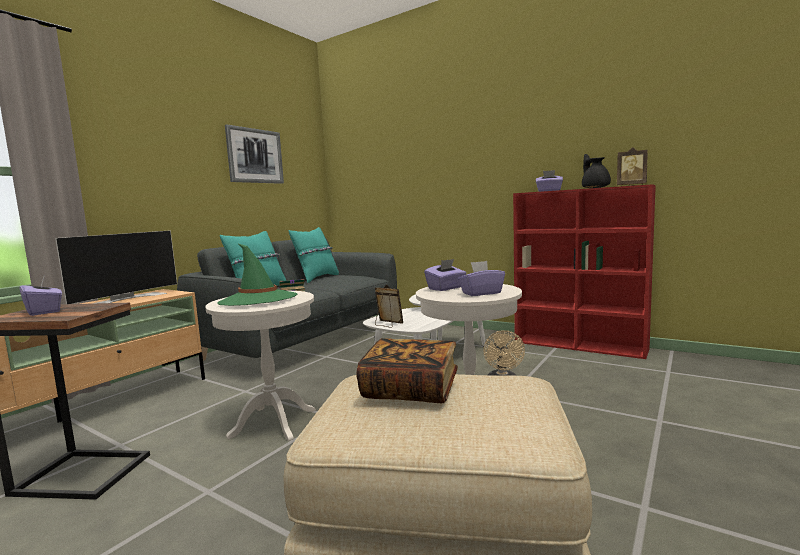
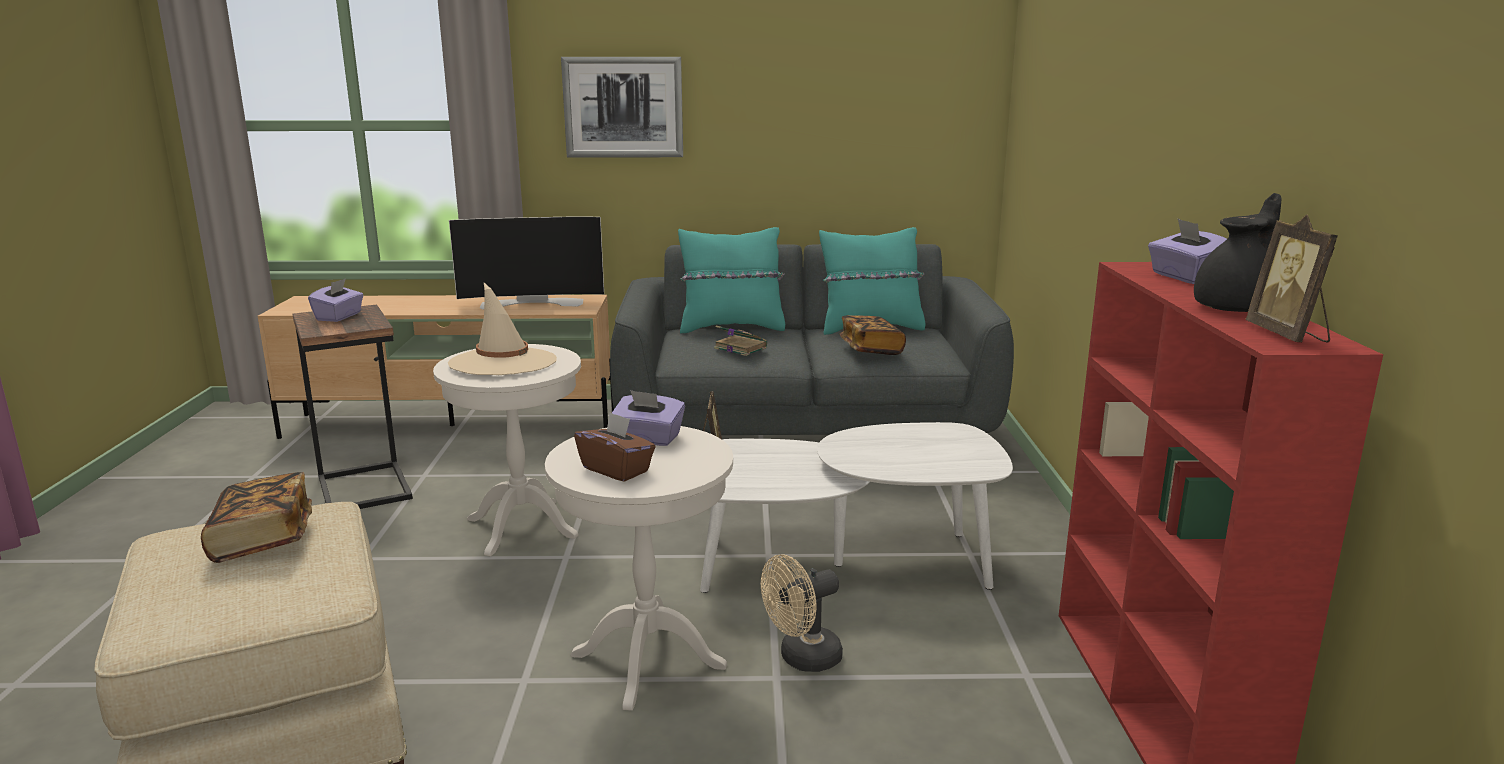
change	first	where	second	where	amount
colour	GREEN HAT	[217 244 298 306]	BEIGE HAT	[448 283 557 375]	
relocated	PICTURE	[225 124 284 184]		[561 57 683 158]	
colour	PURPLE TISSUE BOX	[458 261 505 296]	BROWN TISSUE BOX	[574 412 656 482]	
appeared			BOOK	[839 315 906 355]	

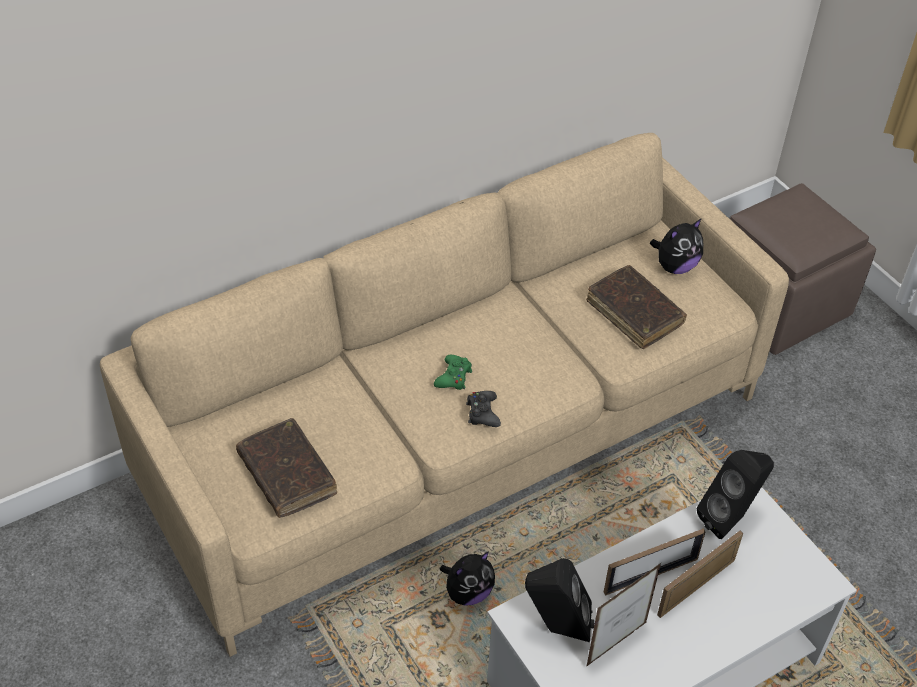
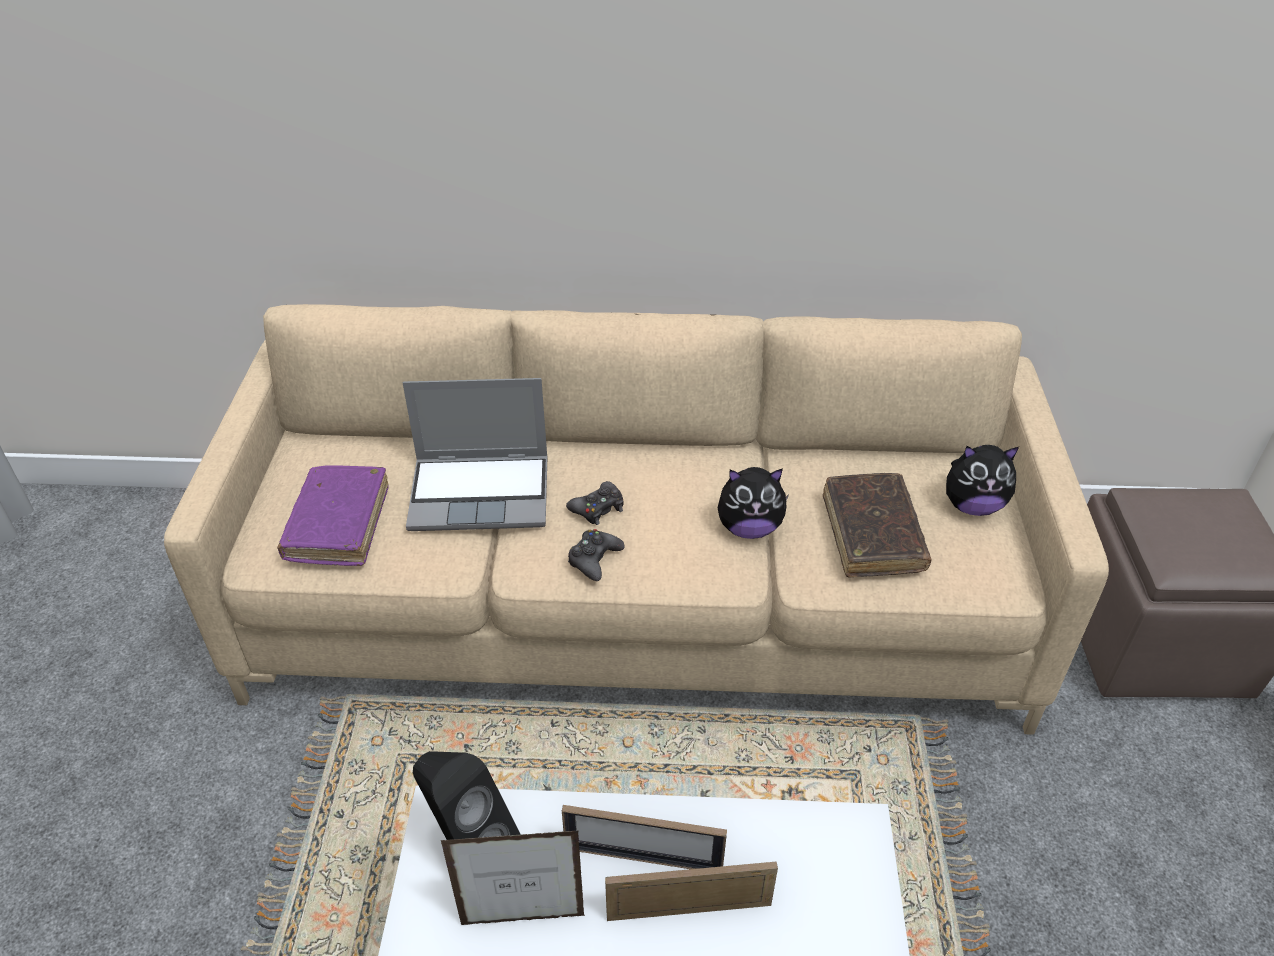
change	first	where	second	where	amount
colour	BROWN BOOK	[236 418 337 518]	PURPLE BOOK	[277 465 389 566]	
appeared			LAPTOP	[403 378 547 531]	
colour	GREEN GAME CONTROLLER	[434 355 472 390]	BLACK GAME CONTROLLER	[566 481 624 525]	
relocated	PLUSH TOY	[440 551 495 606]		[718 467 789 539]	
missing	BLACK SPEAKER	[697 450 774 539]			

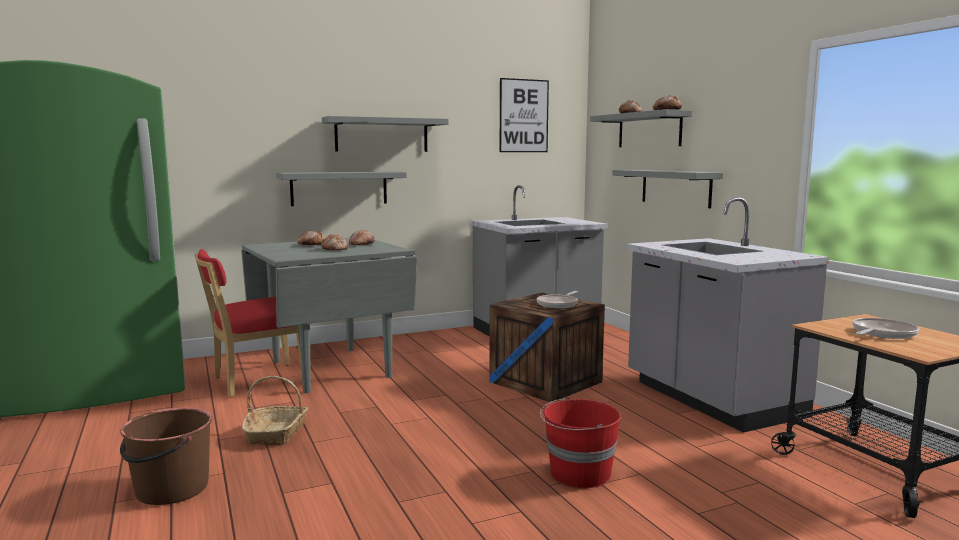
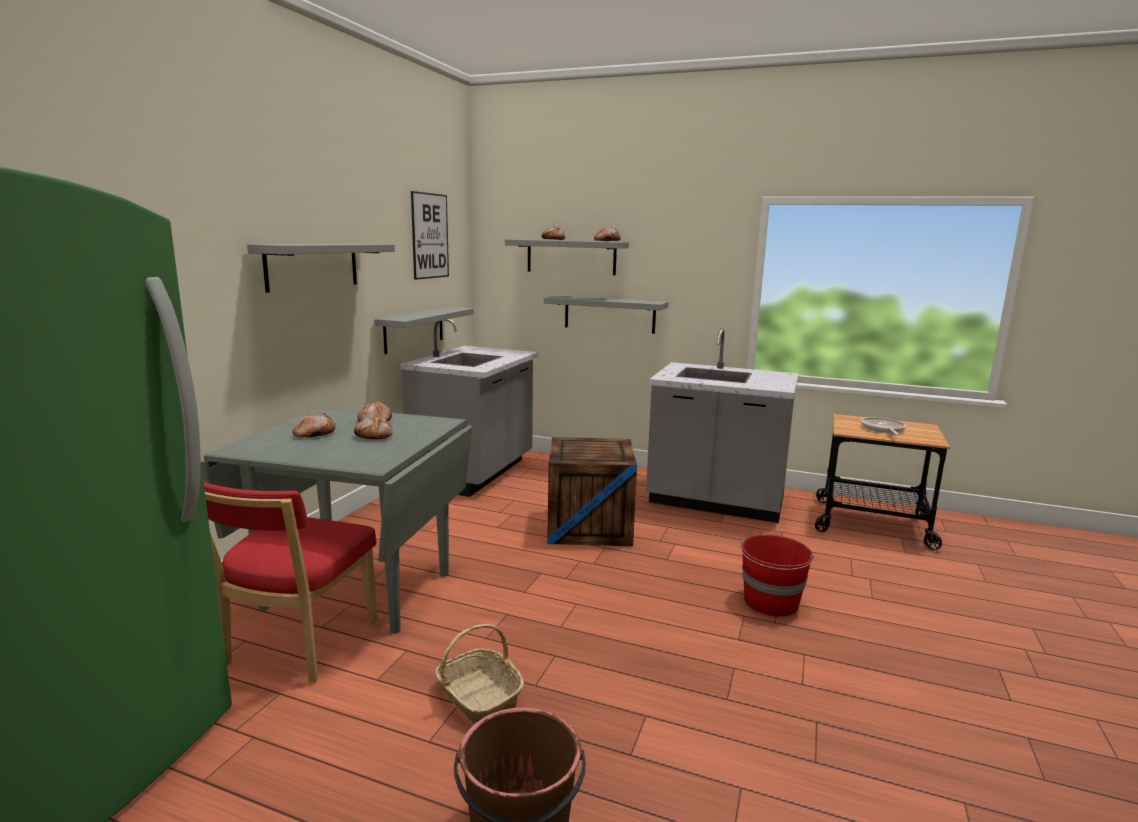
change	first	where	second	where	amount
relocated	GREY SHELF	[276 171 407 206]		[374 307 474 354]	
missing	FRYING PAN	[537 291 578 308]			

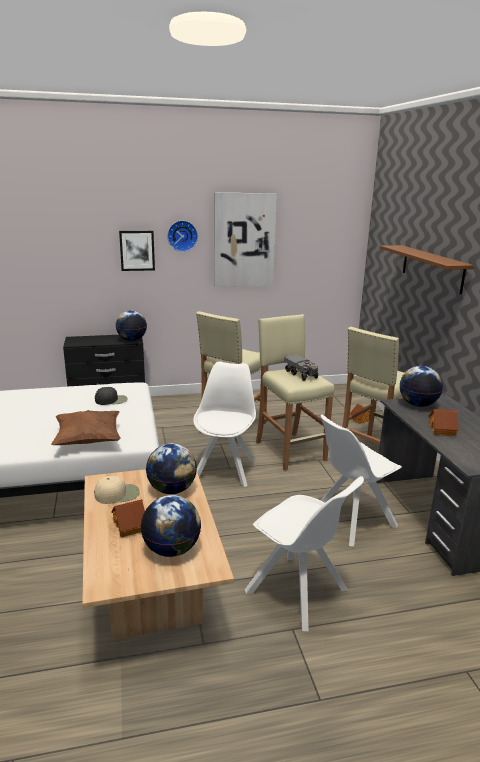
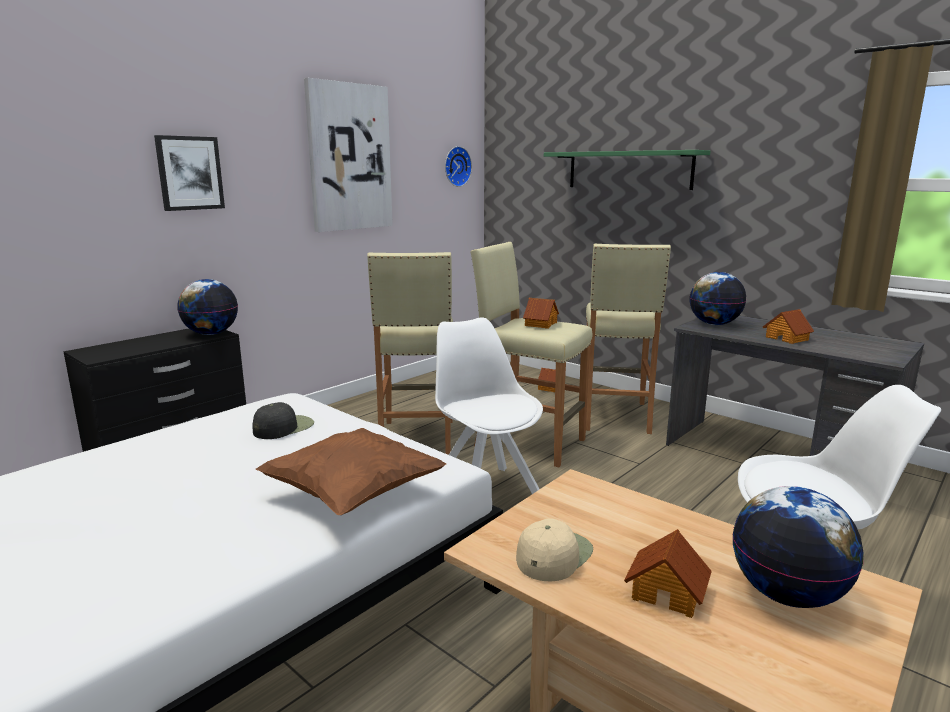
change	first	where	second	where	amount
relocated	WALL CLOCK	[167 220 198 252]		[445 146 472 187]	
exchanged	TOY TRUCK	[284 354 319 381]	TOY HOUSE	[523 298 559 329]	
colour	BROWN SHELF	[380 245 474 294]	GREEN SHELF	[544 150 710 190]	
missing	GLOBE	[146 444 197 494]			
missing	WHITE CHAIR	[321 414 402 547]			

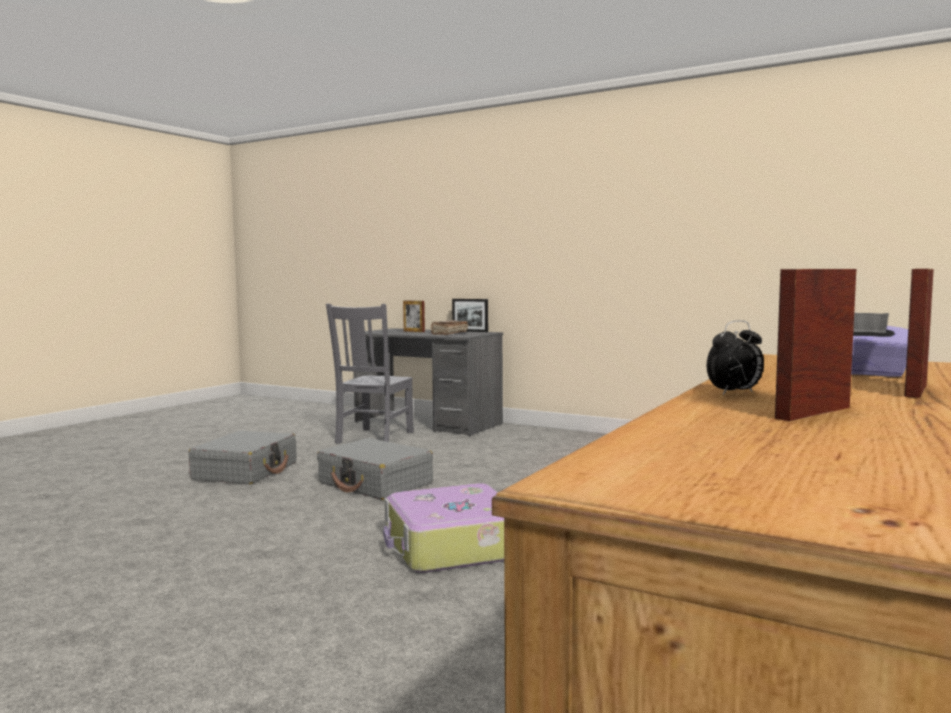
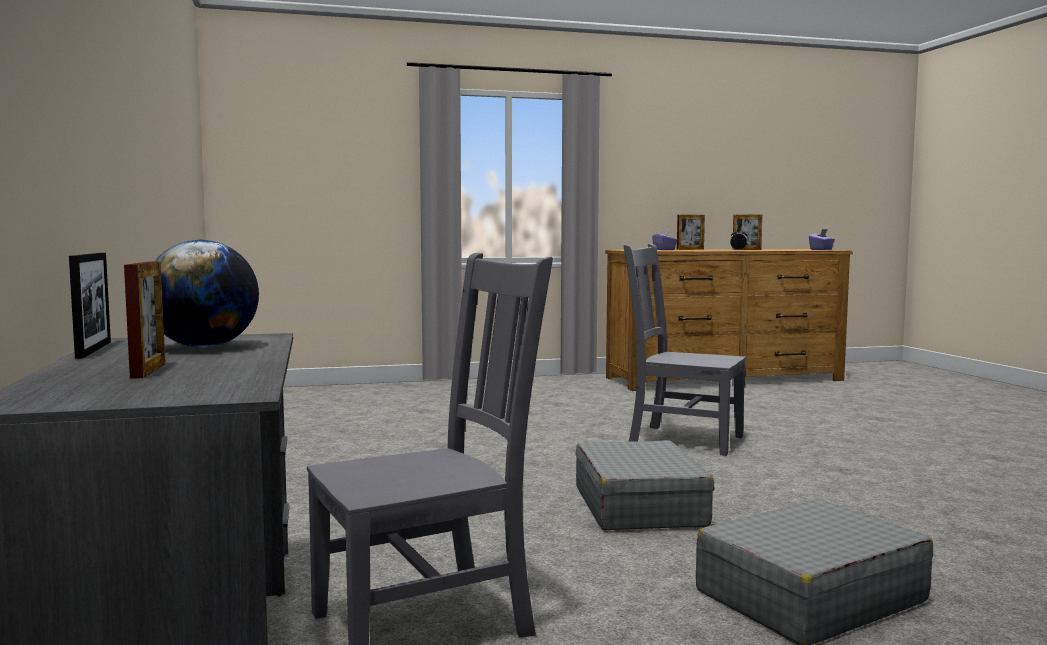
change	first	where	second	where	amount
exchanged	BROWN BOOK	[431 320 468 335]	GLOBE	[155 240 259 348]	
exchanged	SUITCASE	[383 483 504 573]	GREY CHAIR	[623 244 746 456]	
appeared			PURPLE TISSUE BOX	[809 229 835 250]	

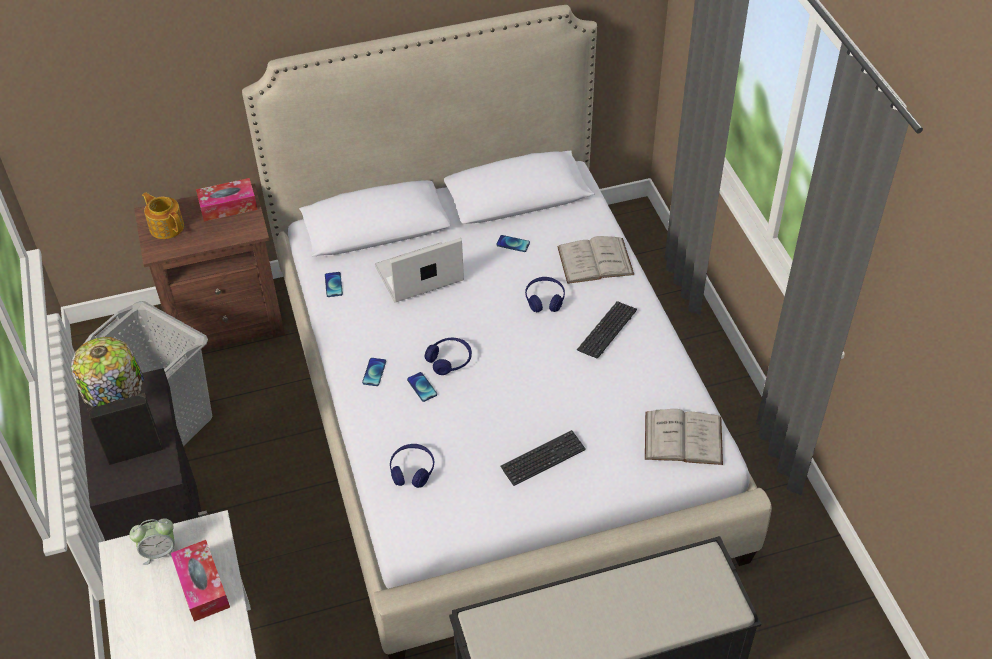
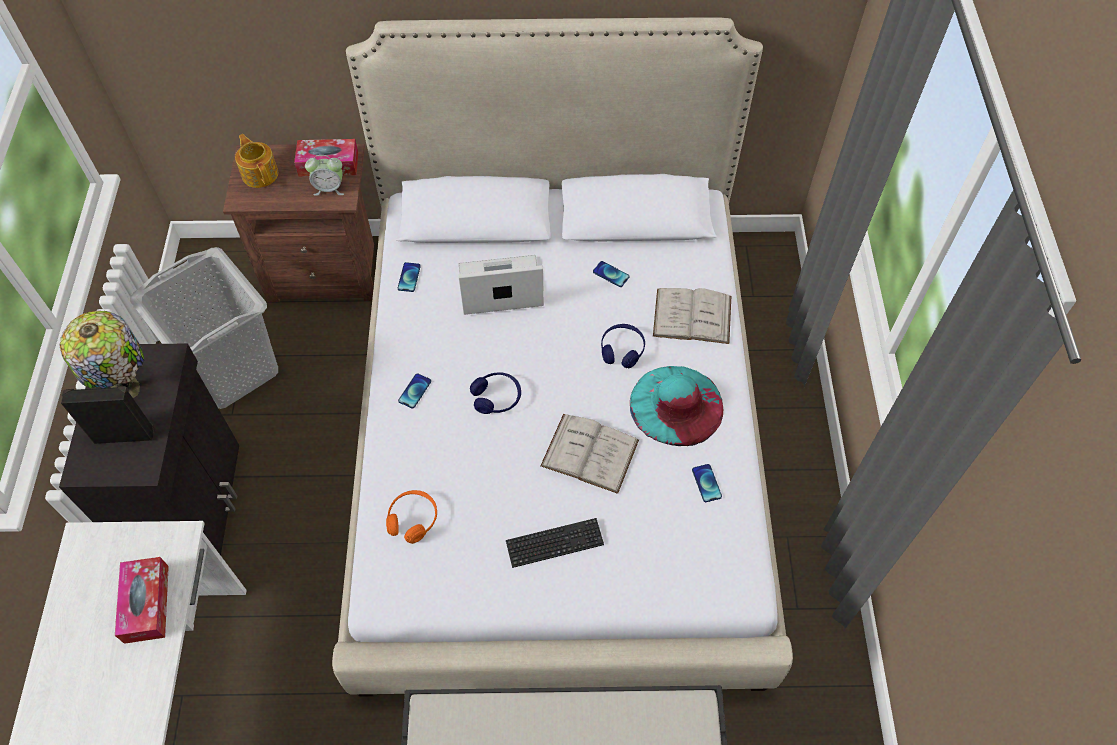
change	first	where	second	where	amount
relocated	ALARM CLOCK	[129 518 174 565]		[305 155 344 196]	
colour	BLUE HEADPHONES	[390 444 434 488]	ORANGE HEADPHONES	[386 490 437 544]	
relocated	WHITE BOOK	[645 409 723 465]		[541 414 639 494]	
exchanged	KEYBOARD	[577 301 637 359]	TURQUOISE HAT	[630 366 724 446]	
relocated	PHONE	[407 372 437 402]		[692 464 722 502]	

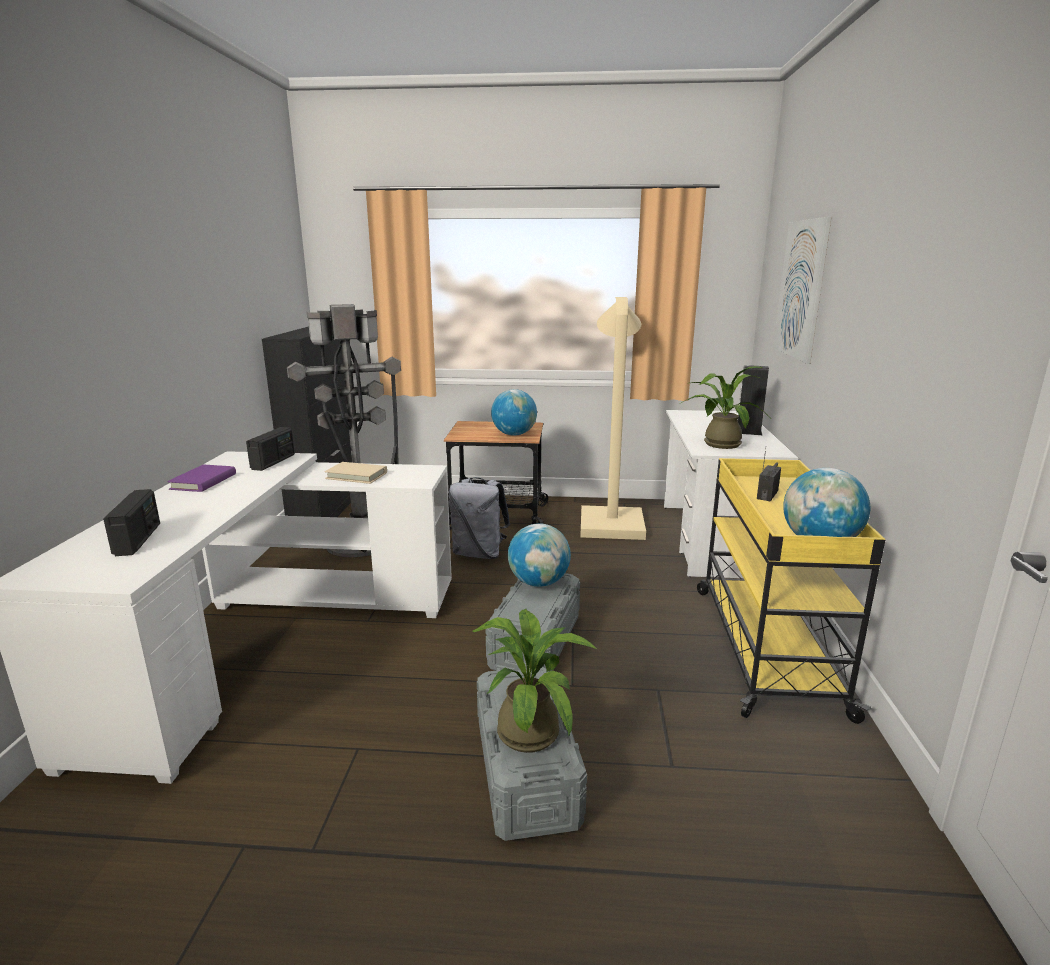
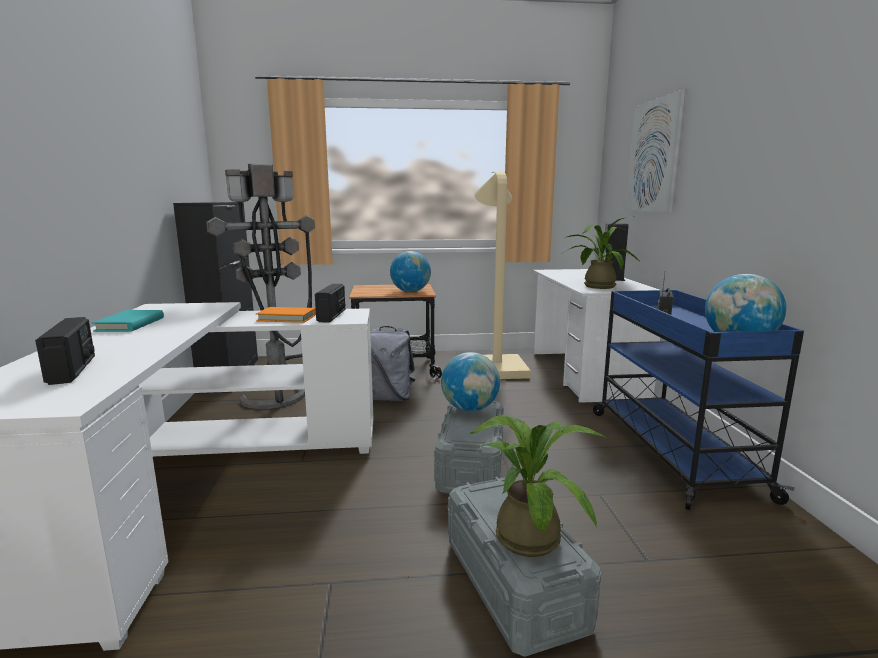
change	first	where	second	where	amount
colour	PURPLE BOOK	[167 465 236 492]	TURQUOISE BOOK	[92 310 164 332]	
colour	BEIGE BOOK	[325 462 387 484]	ORANGE BOOK	[256 307 316 323]	
relocated	RADIO	[246 427 295 471]		[315 284 345 322]	
colour	YELLOW CART	[697 458 885 724]	BLUE CART	[593 290 804 510]	

